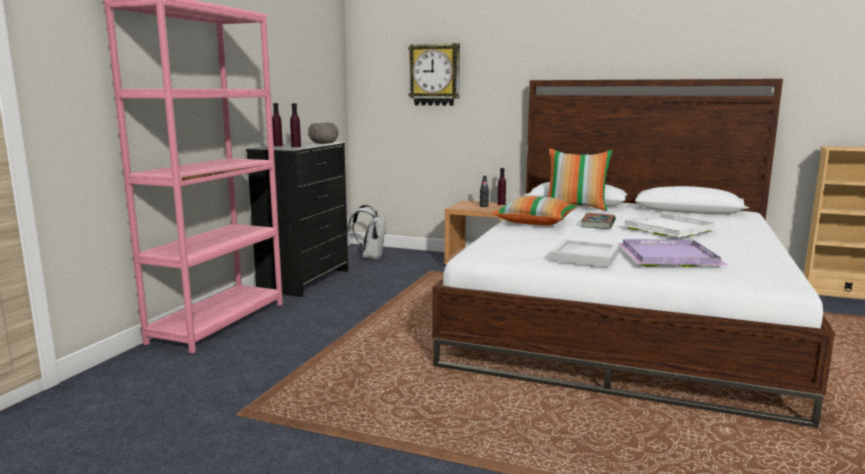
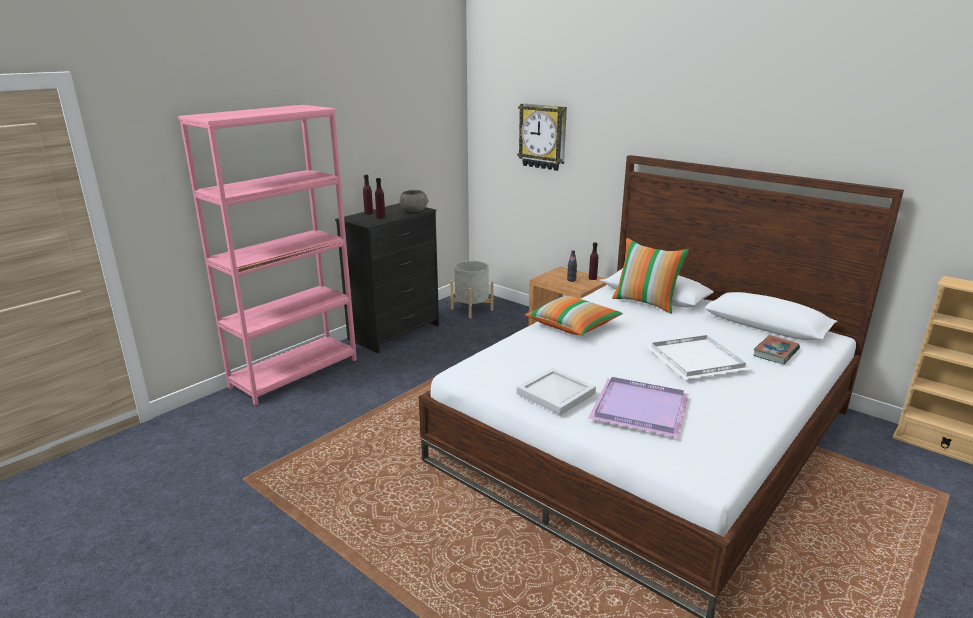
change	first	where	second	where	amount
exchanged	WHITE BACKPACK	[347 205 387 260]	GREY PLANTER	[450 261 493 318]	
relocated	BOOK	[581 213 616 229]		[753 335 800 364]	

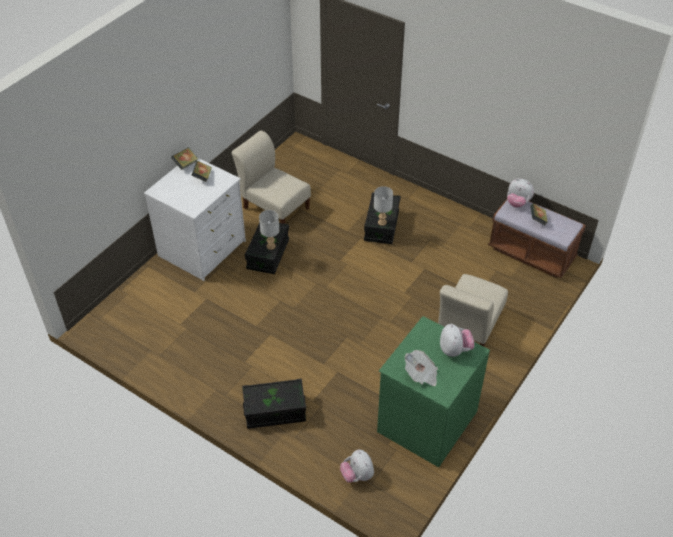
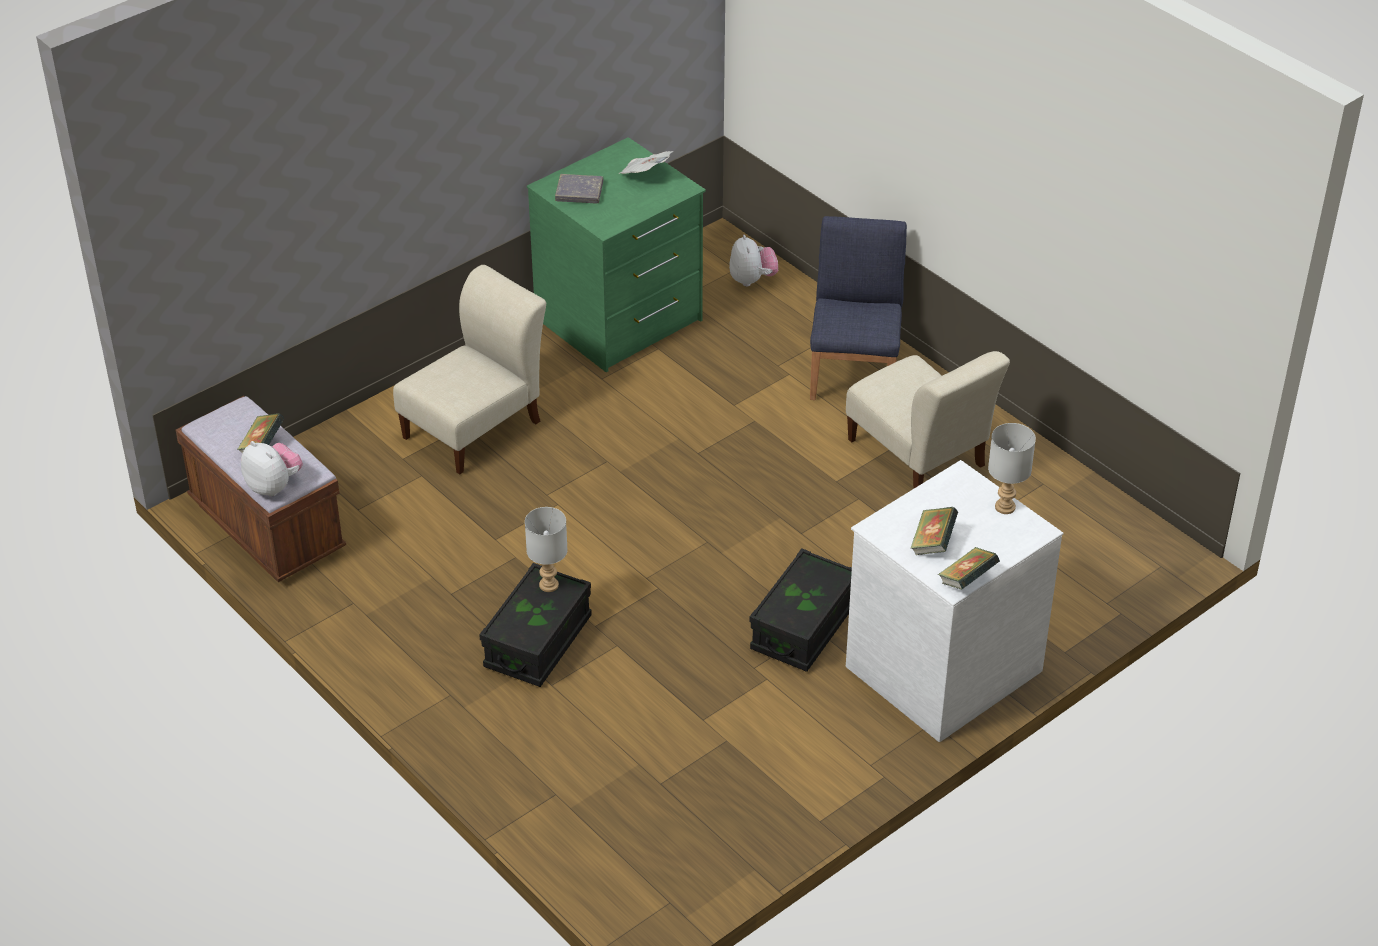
change	first	where	second	where	amount
exchanged	PLUSH TOY	[440 324 474 357]	GREY BOOK	[555 174 603 204]	
exchanged	BLACK STORAGE BOX	[242 379 306 429]	BLUE CHAIR	[810 216 907 400]	
relocated	BEIGE CHAIR	[231 130 311 224]		[846 351 1010 488]	
relocated	GREY TABLE LAMP	[259 210 280 250]		[988 423 1036 514]	

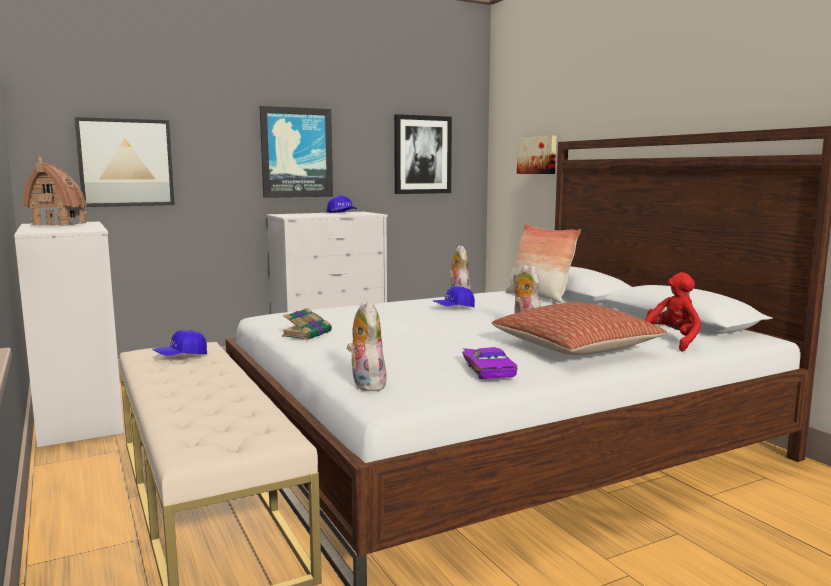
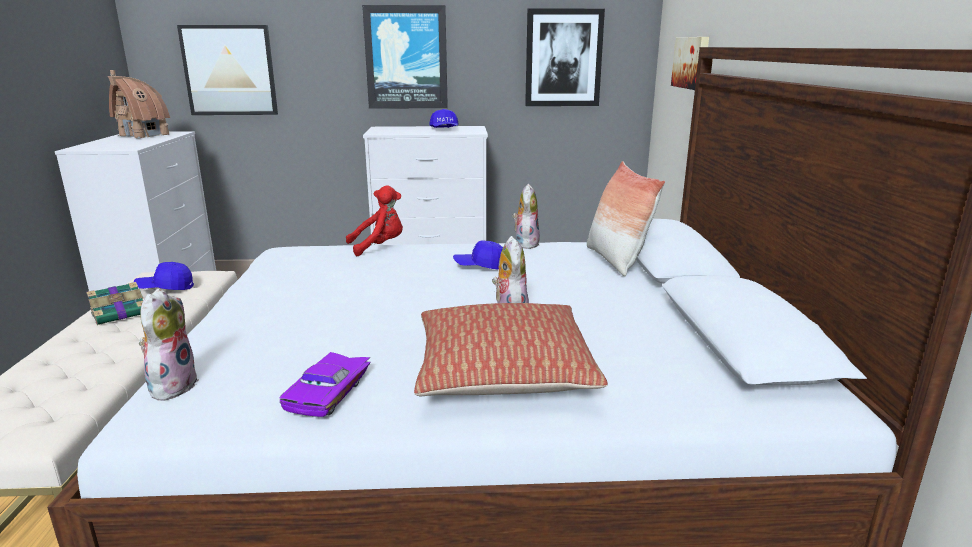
change	first	where	second	where	amount
relocated	BOOK	[282 308 332 340]		[86 282 143 325]	
relocated	RED PLUSH TOY	[645 272 701 352]		[346 185 403 256]	

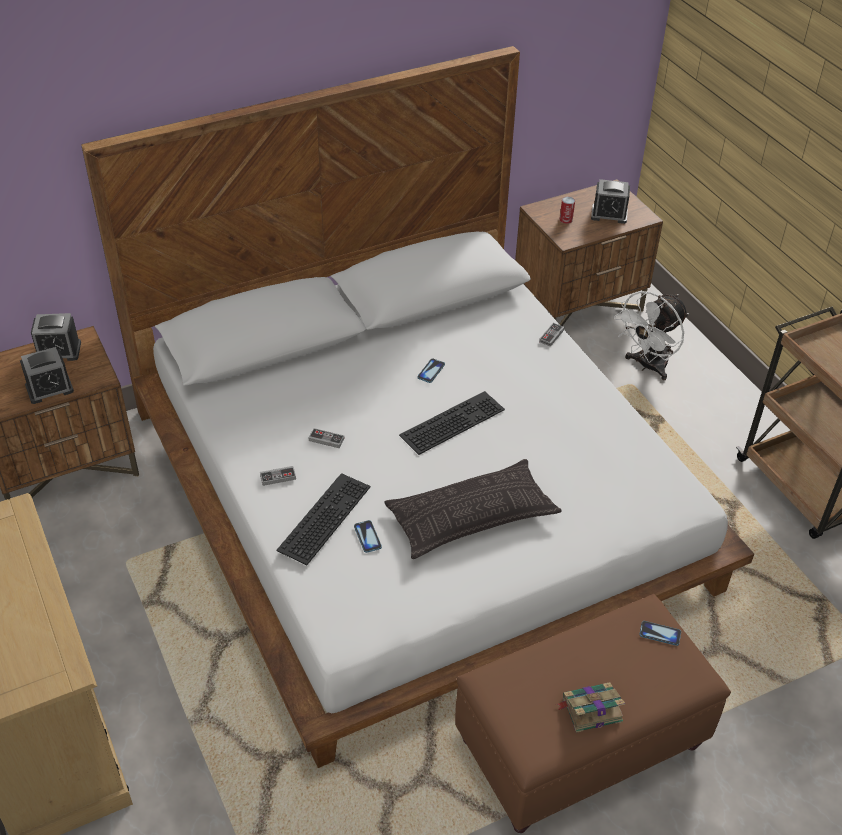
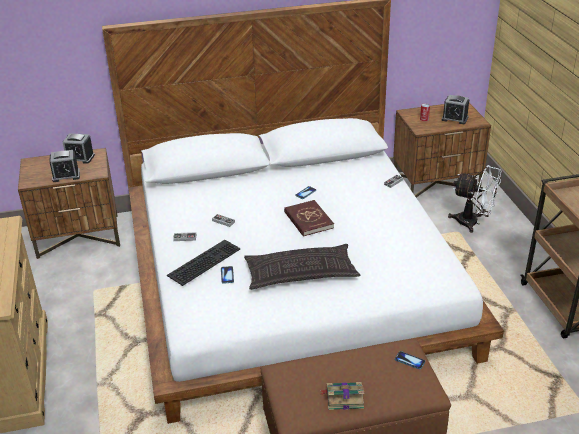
change	first	where	second	where	amount
exchanged	KEYBOARD	[399 391 505 455]	RED BOOK	[284 200 334 237]	
spun	WHITE FAN	[614 291 689 380]		[448 165 501 233]	120 degrees counterclockwise

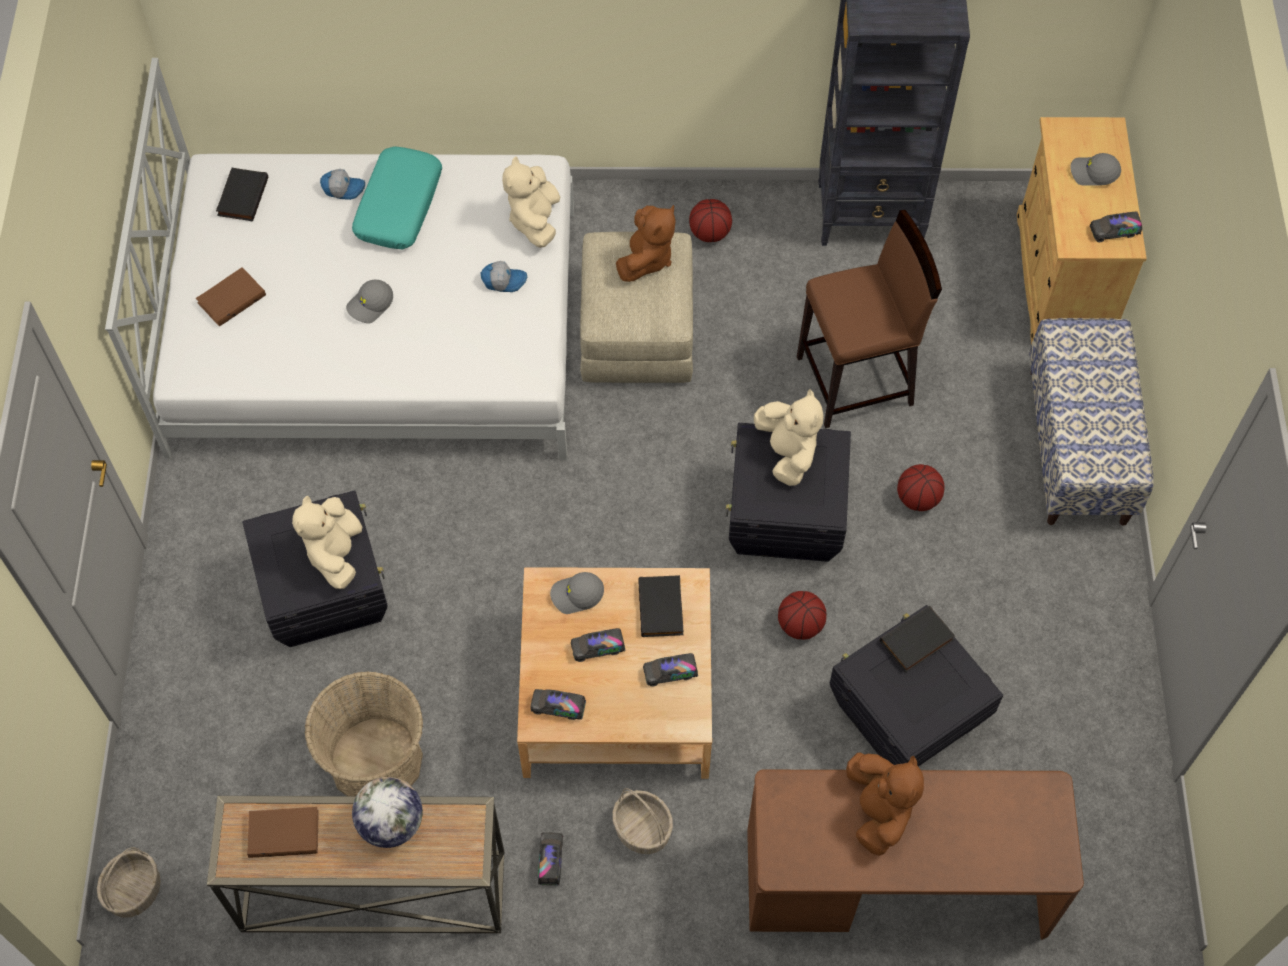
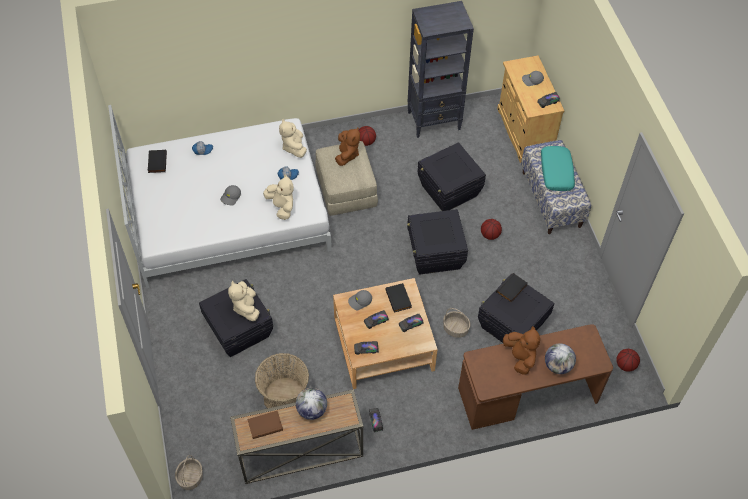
change	first	where	second	where	amount
relocated	BEIGE PLUSH TOY	[754 389 824 486]		[263 174 294 220]	
exchanged	BROWN STOOL	[797 210 942 428]	BLACK STORAGE BOX	[417 142 486 211]	
relocated	BASKET	[612 788 673 854]		[443 308 470 338]	
relocated	TURQUOISE PILLOW	[352 146 442 249]		[541 146 575 191]	
appeared			GLOBE	[545 343 576 374]	
relocated	BASKETBALL	[778 591 826 640]		[616 349 640 372]	
missing	BROWN BOOK	[196 267 266 327]			

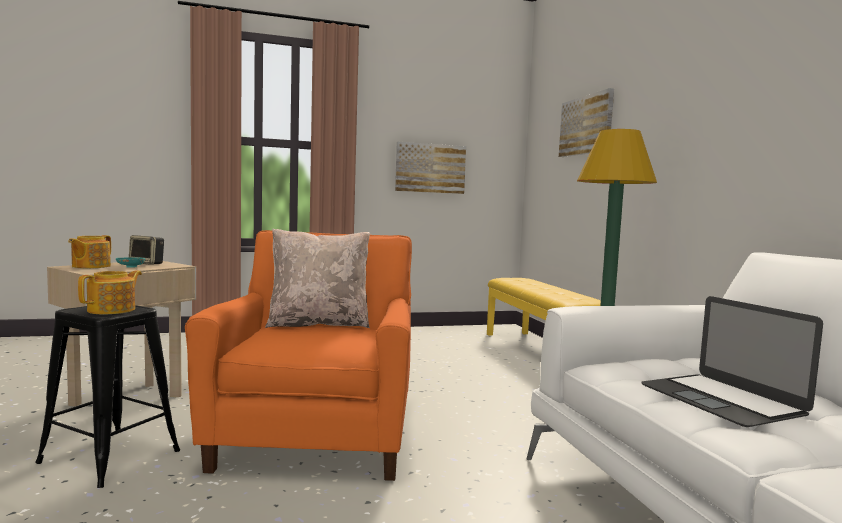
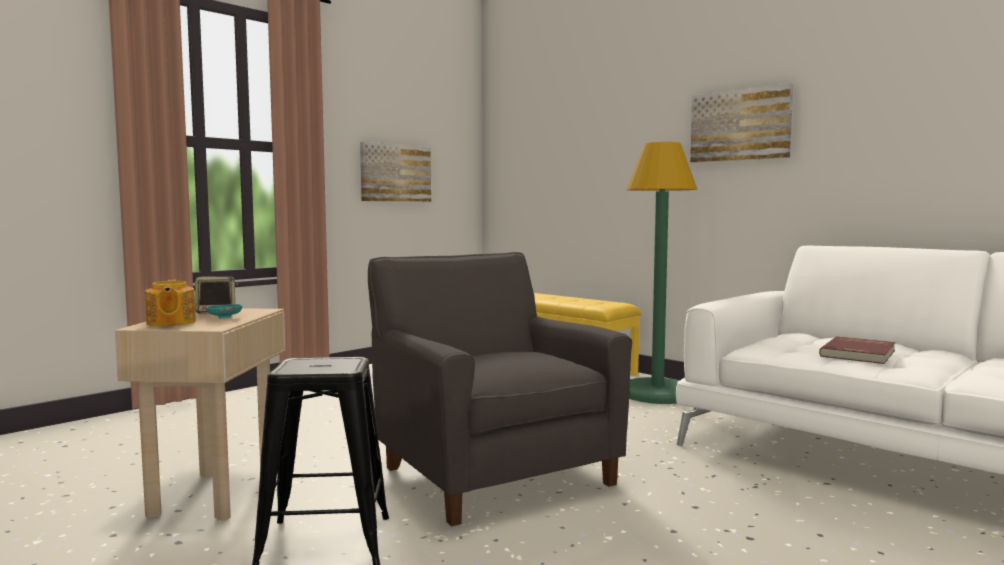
change	first	where	second	where	amount
colour	ORANGE ARMCHAIR	[185 230 412 481]	GREY ARMCHAIR	[368 252 632 526]	
relocated	PICTURE	[559 88 614 157]		[690 83 793 163]	
exchanged	LAPTOP	[641 296 823 427]	RED BOOK	[819 336 896 364]	
missing	TEAPOT	[78 270 142 314]			
missing	BEIGE PILLOW	[265 229 370 328]			

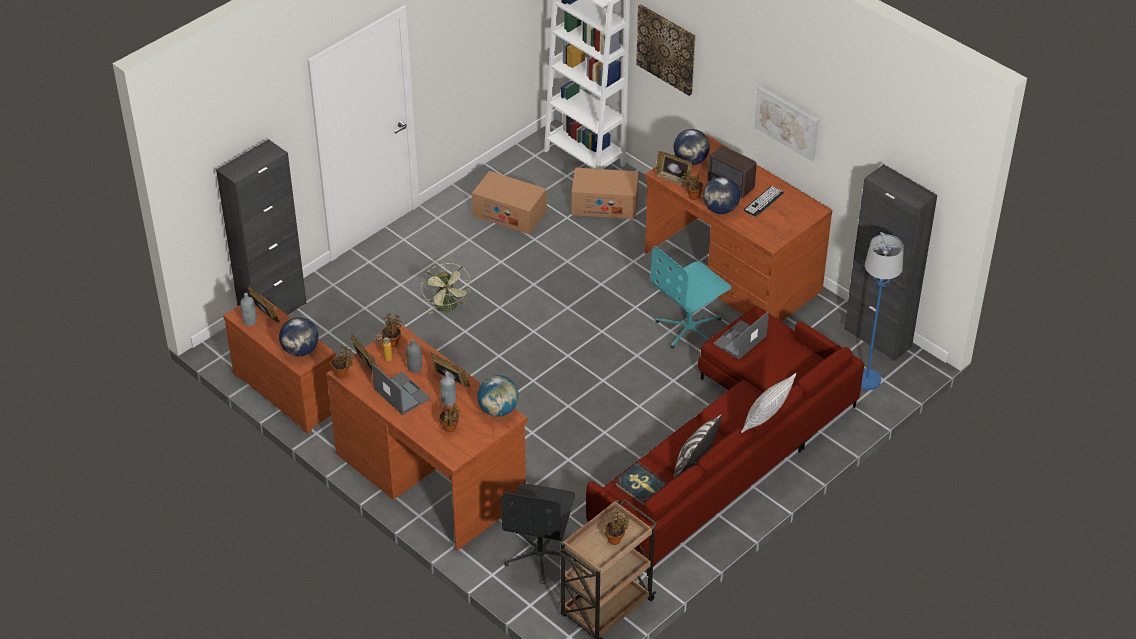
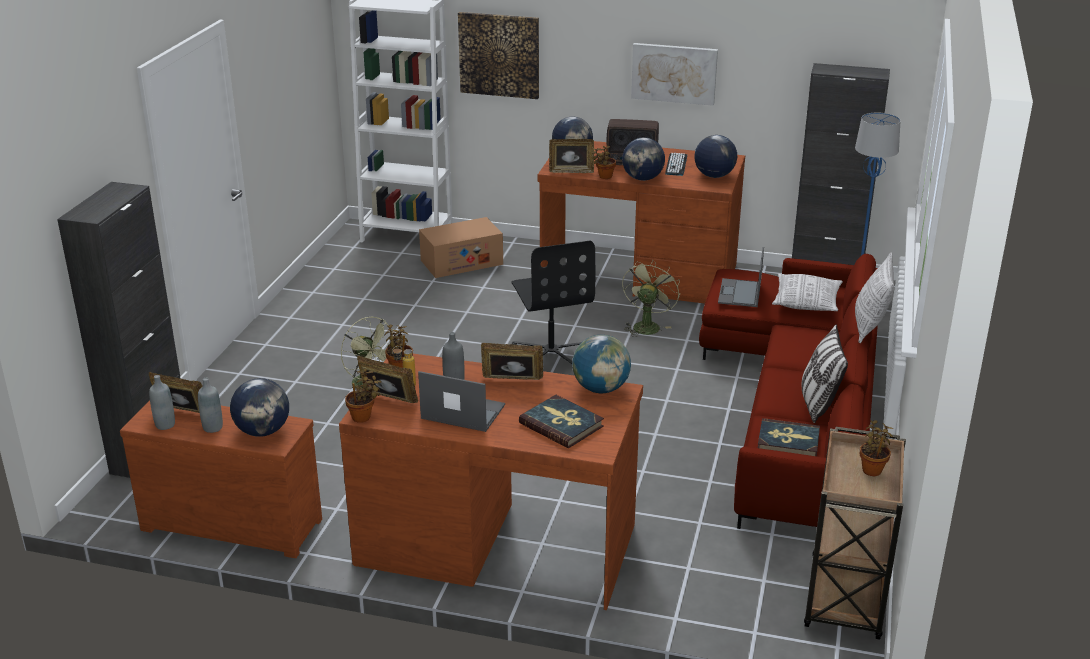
change	first	where	second	where	amount
relocated	GREY BOTTLE	[440 372 456 406]		[198 378 223 433]	
relocated	BLACK OFFICE CHAIR	[502 483 577 584]		[512 240 595 369]	
exchanged	POTTED PLANT	[439 403 460 432]	BOOK	[519 395 604 448]	
exchanged	TURQUOISE OFFICE CHAIR	[650 246 731 349]	GREEN FAN	[622 259 680 337]	
appeared			GLOBE	[694 135 737 178]	
appeared			PILLOW	[772 274 843 311]	
missing	CARDBOARD BOX	[472 171 547 234]			

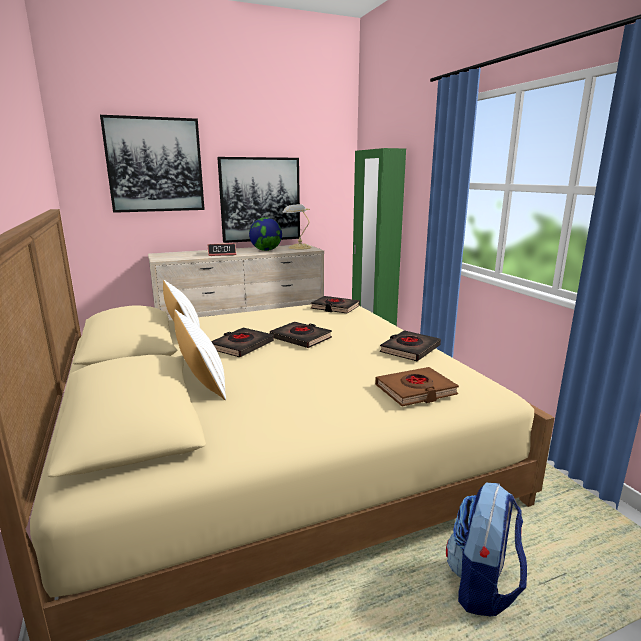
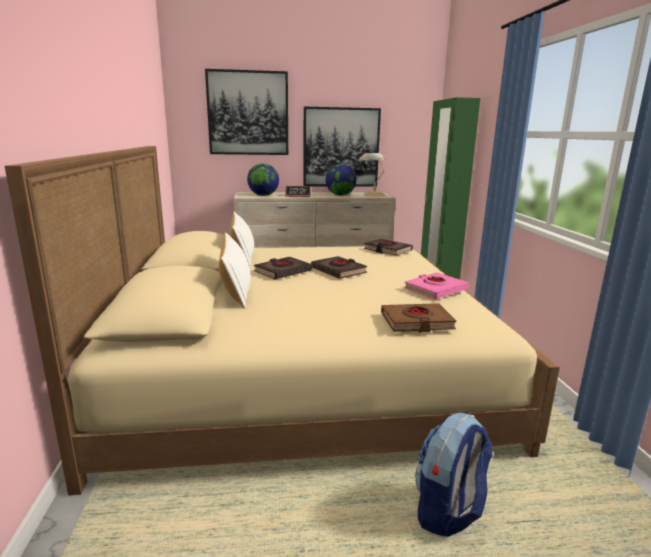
change	first	where	second	where	amount
appeared			GLOBE	[247 163 279 196]	
colour	BLACK BOOK	[379 330 441 361]	PINK BOOK	[404 273 469 299]	

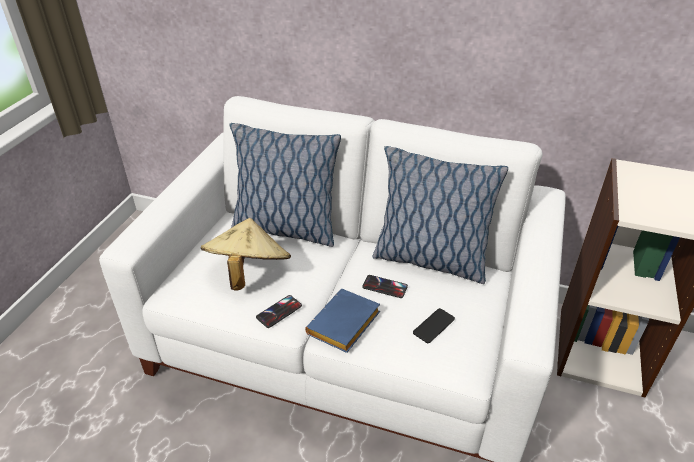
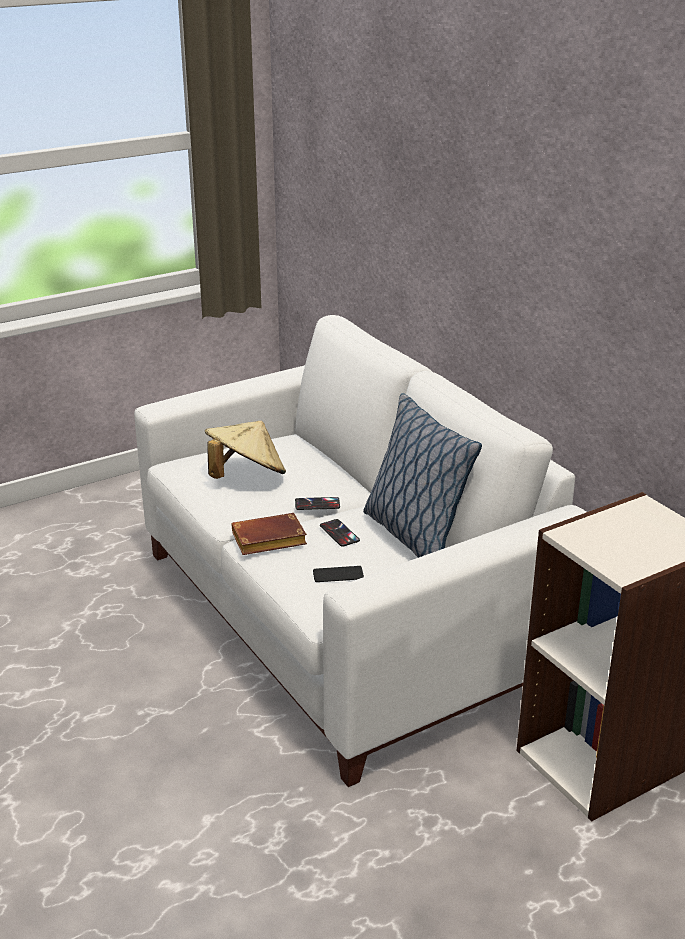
change	first	where	second	where	amount
colour	BLUE BOOK	[305 289 380 353]	BROWN BOOK	[232 513 307 555]	
relocated	PHONE	[256 295 302 328]		[295 497 340 510]	
missing	PILLOW	[230 123 341 247]			

